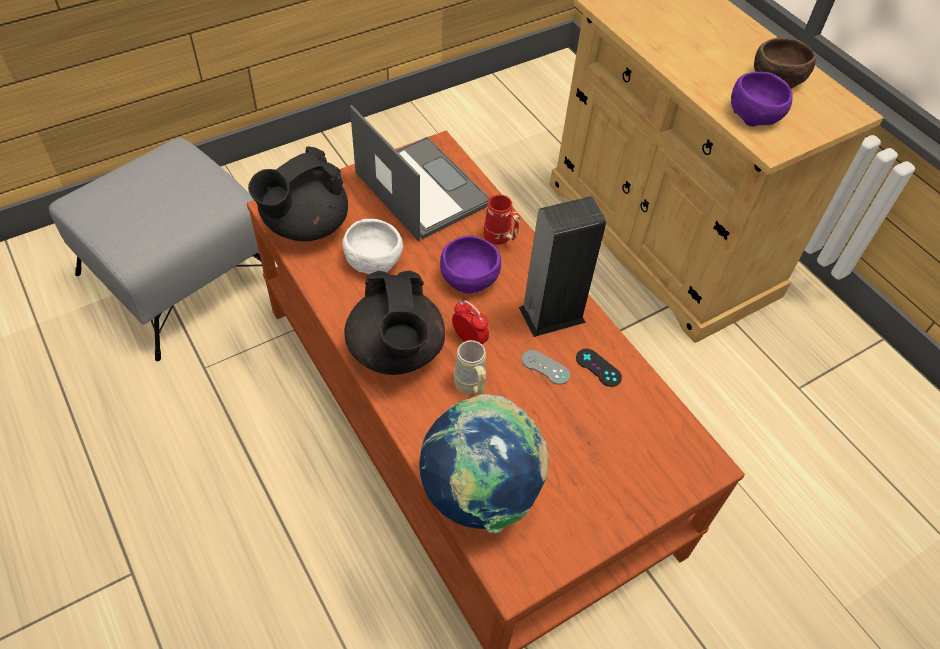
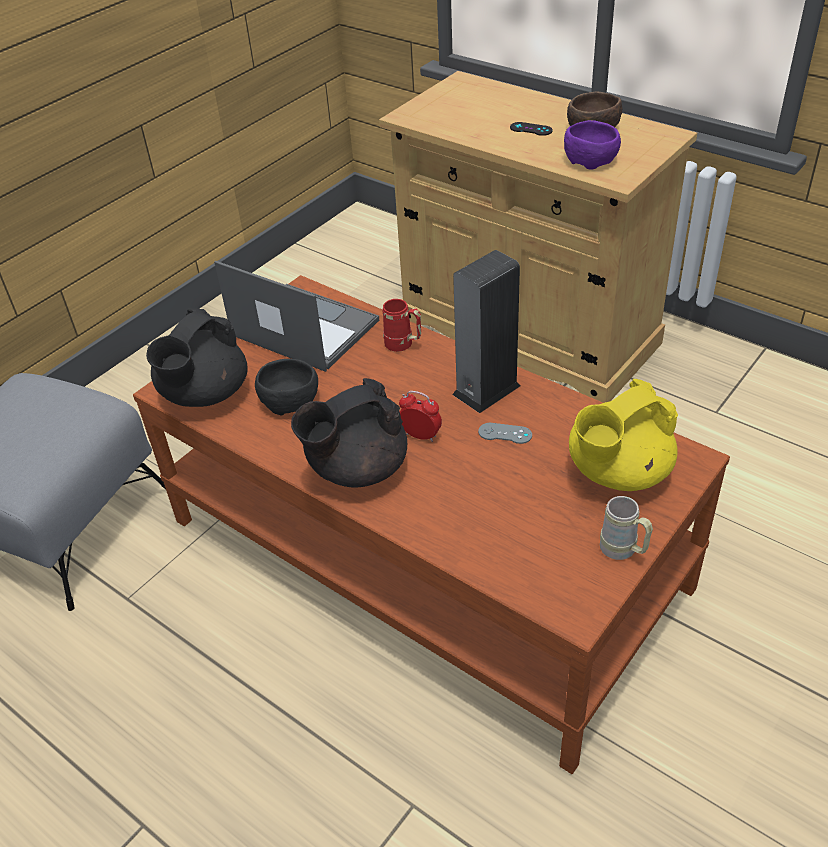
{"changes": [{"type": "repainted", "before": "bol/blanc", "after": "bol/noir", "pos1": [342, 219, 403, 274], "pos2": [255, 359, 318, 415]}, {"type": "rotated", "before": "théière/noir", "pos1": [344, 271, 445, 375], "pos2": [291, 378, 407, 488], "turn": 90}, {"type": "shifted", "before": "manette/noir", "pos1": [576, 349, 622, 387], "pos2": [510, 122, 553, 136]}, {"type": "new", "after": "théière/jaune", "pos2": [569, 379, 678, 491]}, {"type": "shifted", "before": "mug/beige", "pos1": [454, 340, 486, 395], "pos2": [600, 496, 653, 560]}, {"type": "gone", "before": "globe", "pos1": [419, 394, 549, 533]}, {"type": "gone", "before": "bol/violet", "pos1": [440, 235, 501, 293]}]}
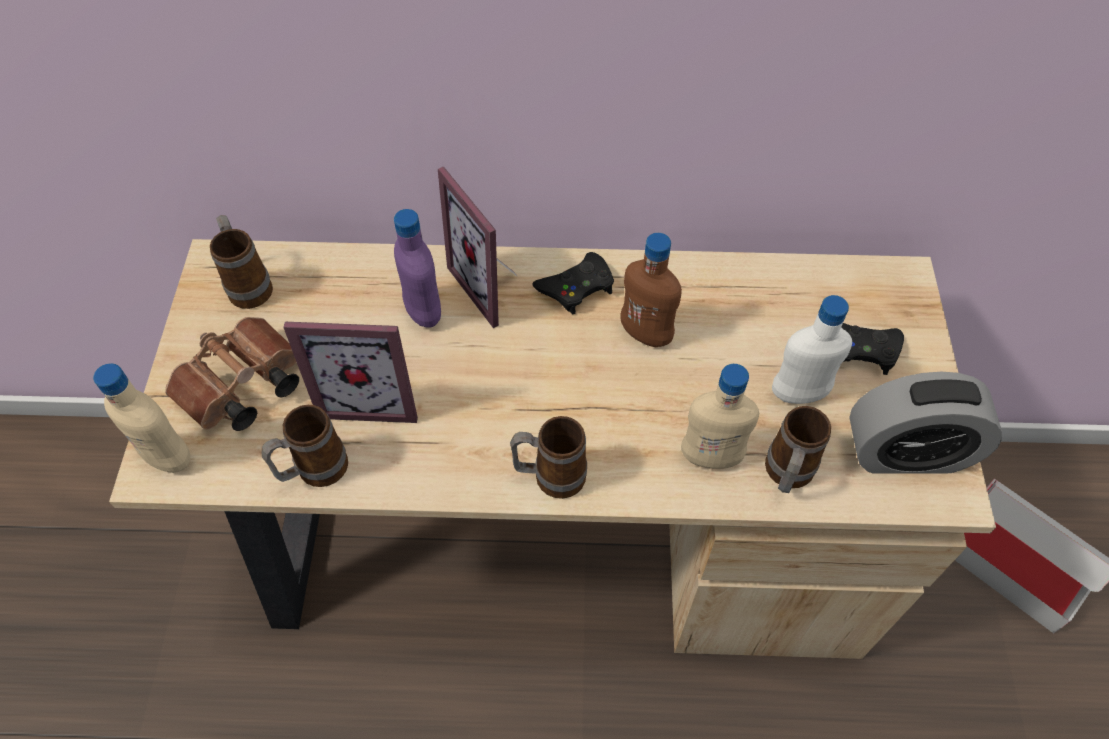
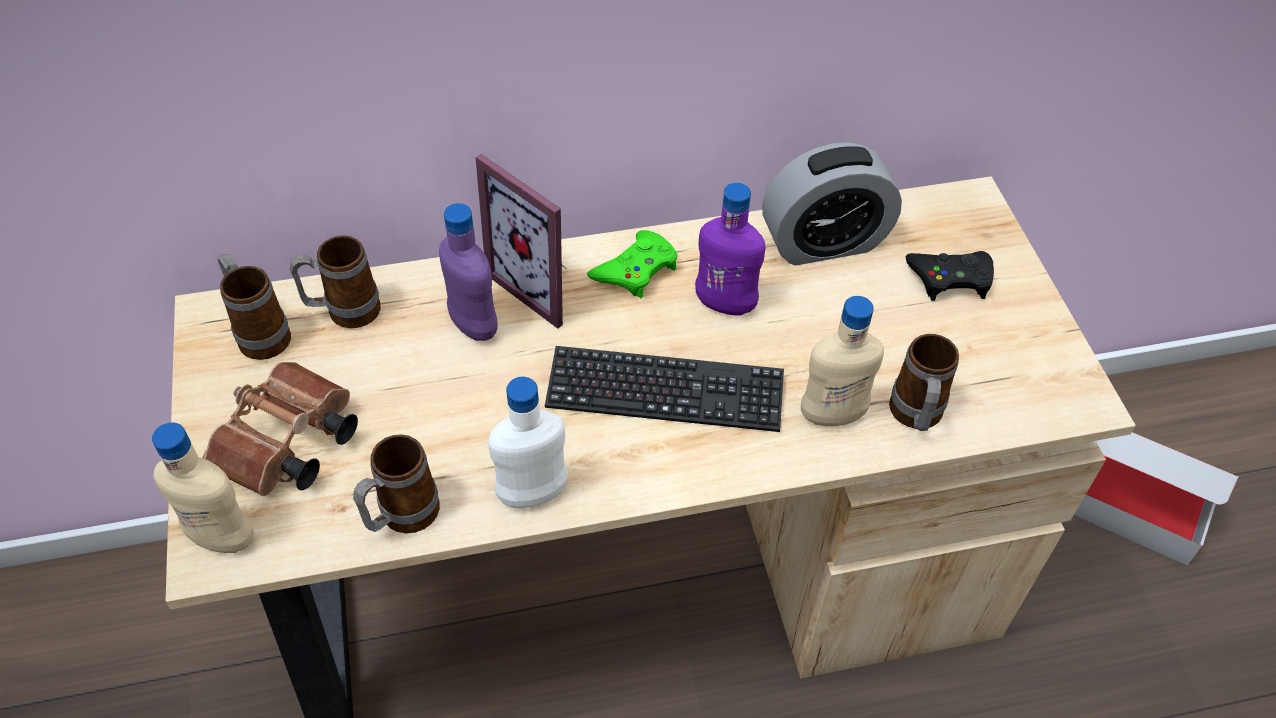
{"changes": [{"type": "shifted", "before": "mug", "pos1": [510, 416, 587, 499], "pos2": [290, 235, 381, 328]}, {"type": "shifted", "before": "bouteille/blanc", "pos1": [772, 295, 852, 404], "pos2": [488, 377, 568, 508]}, {"type": "new", "after": "clavier", "pos2": [545, 346, 784, 432]}, {"type": "repainted", "before": "manette/noir", "after": "manette/vert", "pos1": [533, 252, 614, 315], "pos2": [587, 230, 678, 298]}, {"type": "repainted", "before": "bouteille/marron", "after": "bouteille/violet", "pos1": [621, 233, 682, 347], "pos2": [695, 182, 765, 316]}, {"type": "shifted", "before": "réveil", "pos1": [849, 372, 1002, 474], "pos2": [762, 142, 902, 265]}, {"type": "gone", "before": "cadre photo", "pos1": [283, 322, 418, 423]}]}
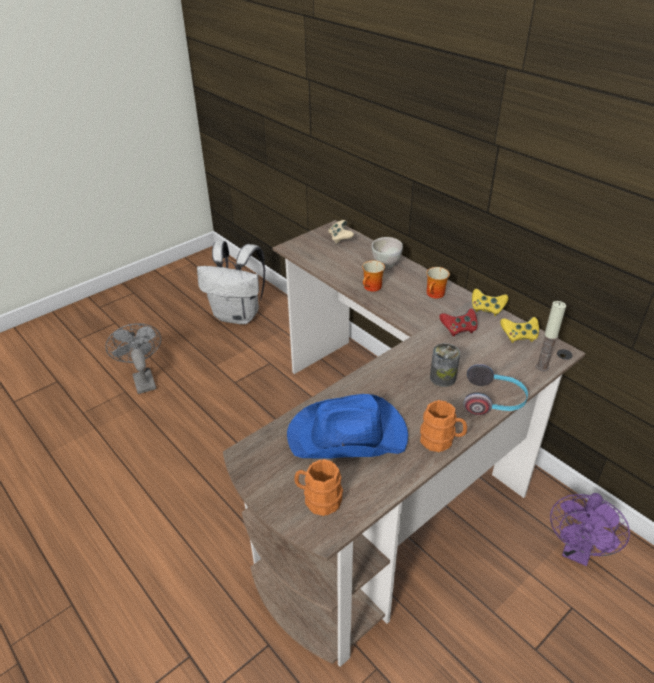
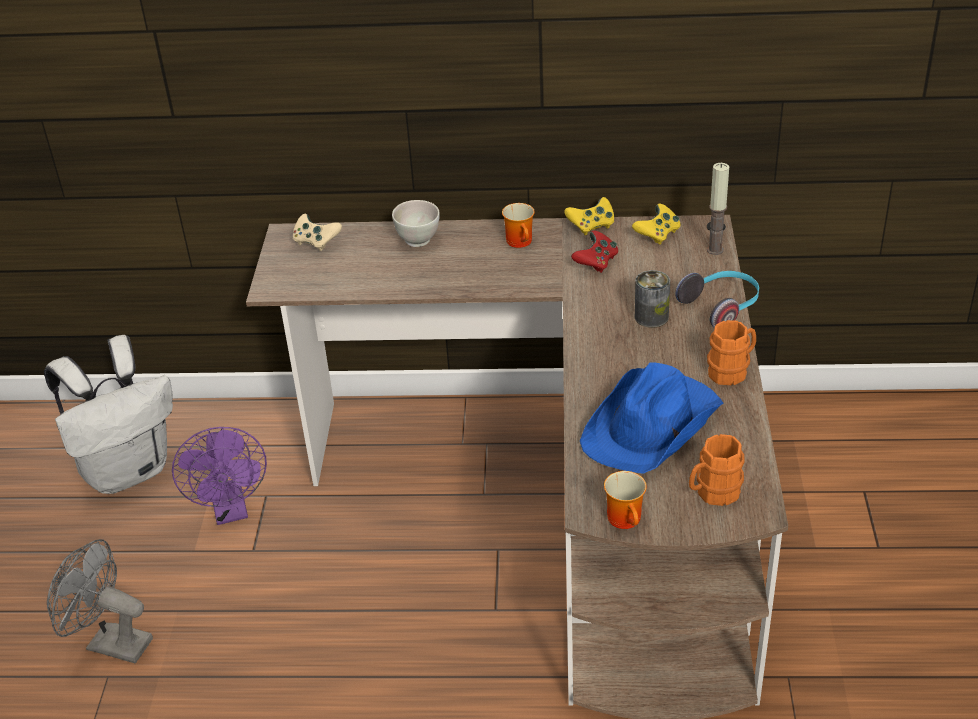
{"changes": [{"type": "shifted", "before": "ventilateur/violet", "pos1": [550, 493, 630, 566], "pos2": [172, 427, 267, 525]}, {"type": "shifted", "before": "mug", "pos1": [362, 260, 385, 292], "pos2": [604, 471, 647, 529]}]}
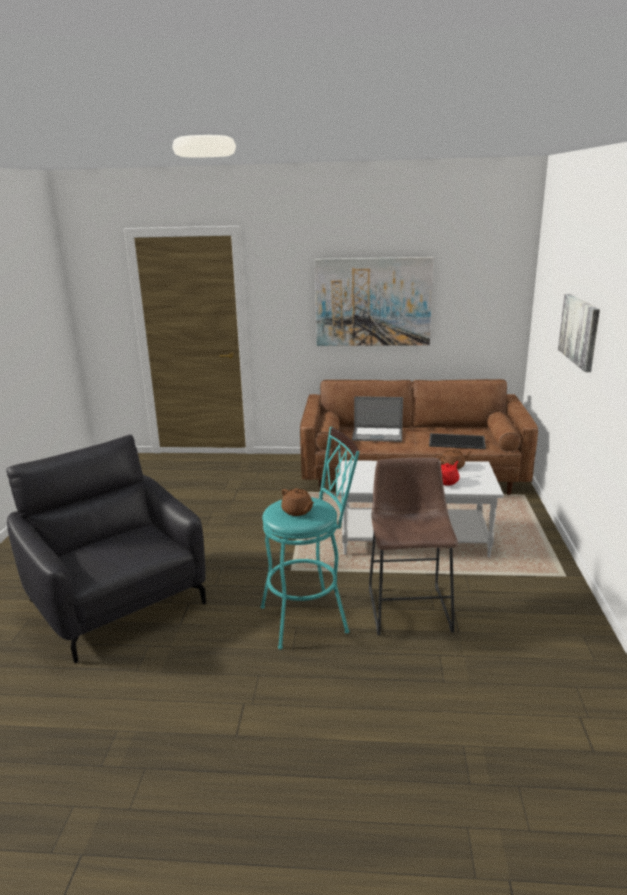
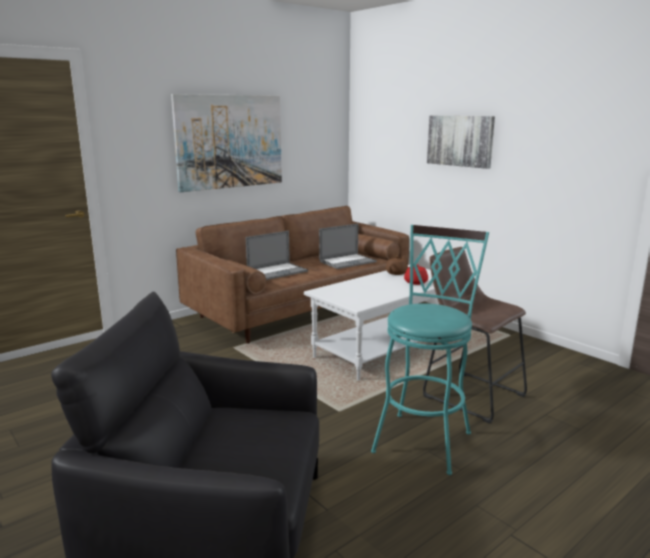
{"changes": [{"type": "swapped", "before": "plateau", "after": "ordinateur portable", "pos1": [429, 433, 486, 449], "pos2": [319, 224, 377, 269]}, {"type": "gone", "before": "théière/marron", "pos1": [281, 488, 314, 516]}]}
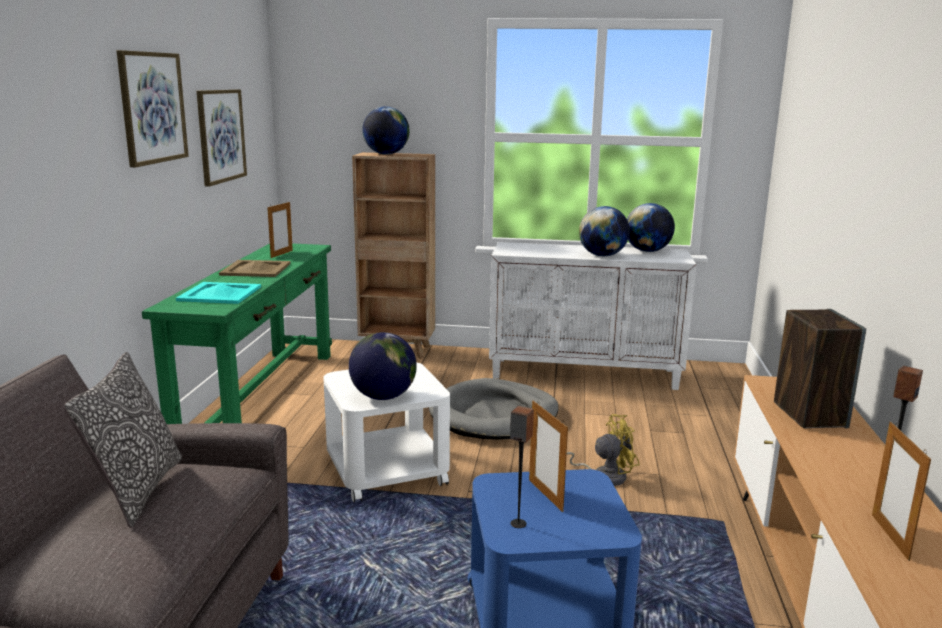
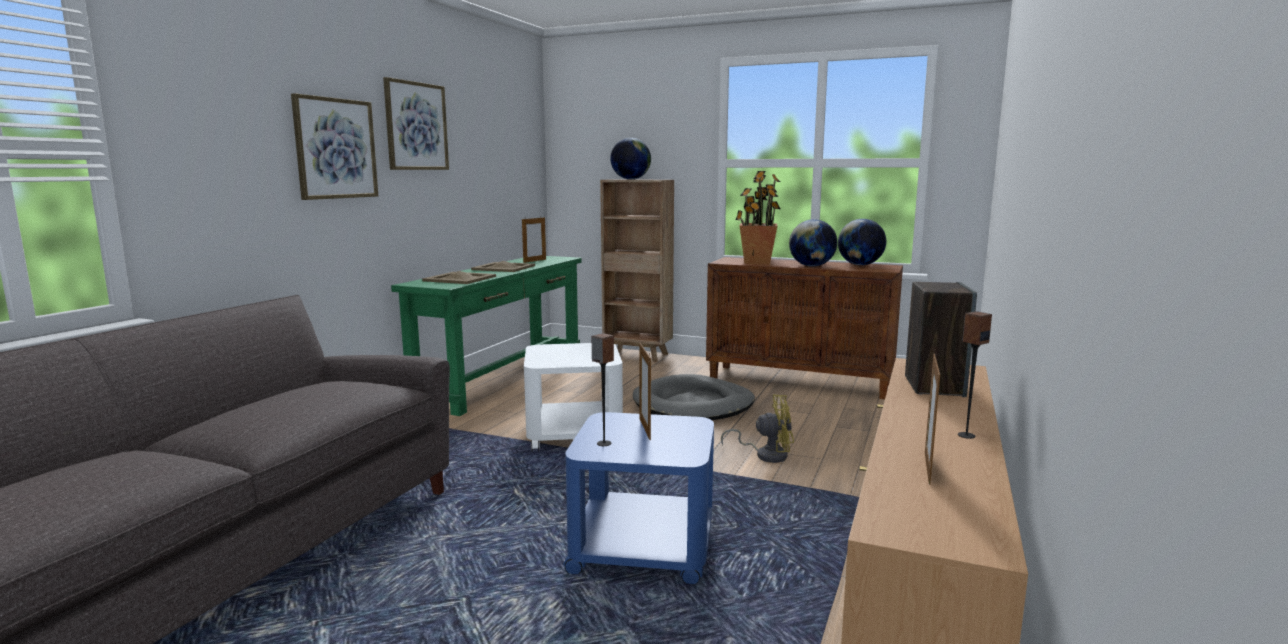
{"changes": [{"type": "shifted", "before": "tableau", "pos1": [196, 89, 247, 187], "pos2": [291, 93, 378, 200]}, {"type": "repainted", "before": "plateau/turquoise", "after": "plateau/beige", "pos1": [176, 282, 261, 304], "pos2": [422, 271, 496, 284]}, {"type": "repainted", "before": "meuble de rangement/blanc", "after": "meuble de rangement/marron", "pos1": [489, 242, 696, 390], "pos2": [706, 257, 903, 399]}, {"type": "new", "after": "plante en pot", "pos2": [736, 171, 780, 264]}, {"type": "gone", "before": "coussin", "pos1": [64, 352, 182, 528]}, {"type": "gone", "before": "globe", "pos1": [349, 332, 417, 400]}]}
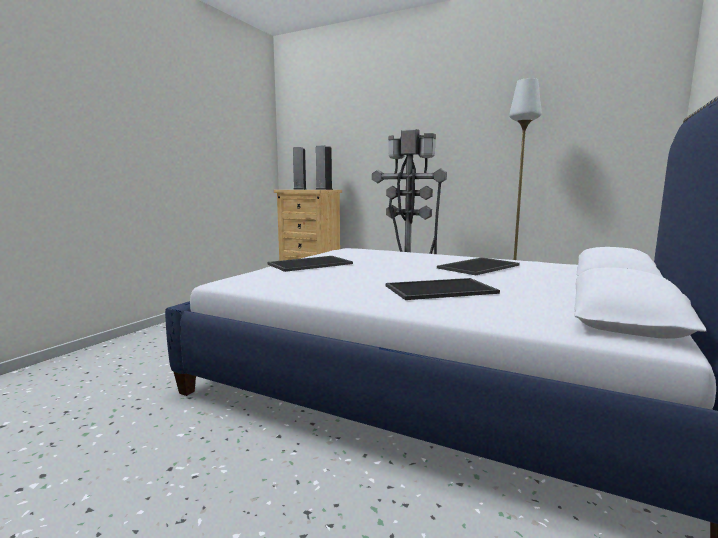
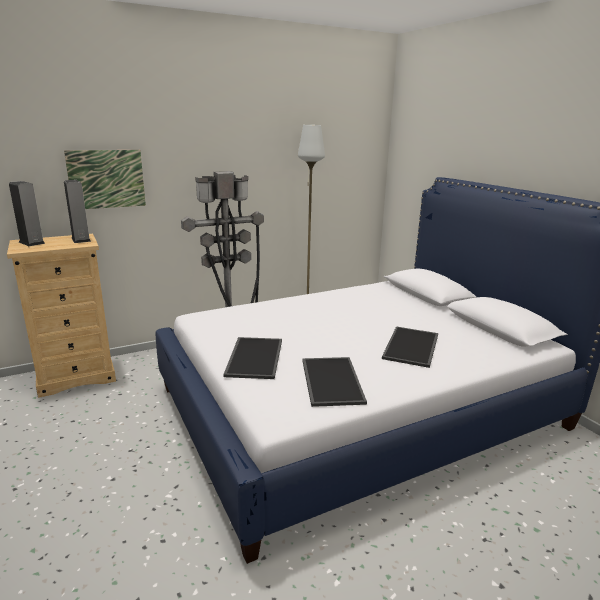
{"changes": [{"type": "new", "after": "tableau", "pos2": [64, 150, 146, 209]}, {"type": "shifted", "before": "plateau", "pos1": [437, 257, 520, 275], "pos2": [302, 357, 367, 407]}]}
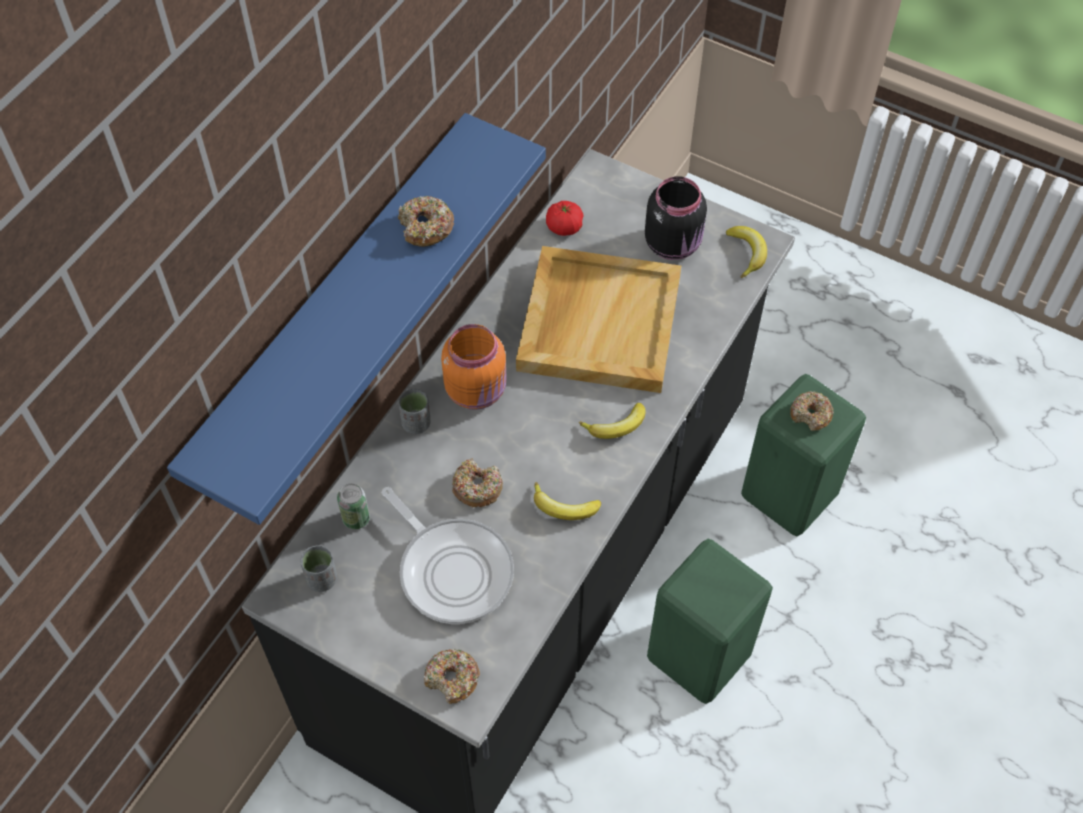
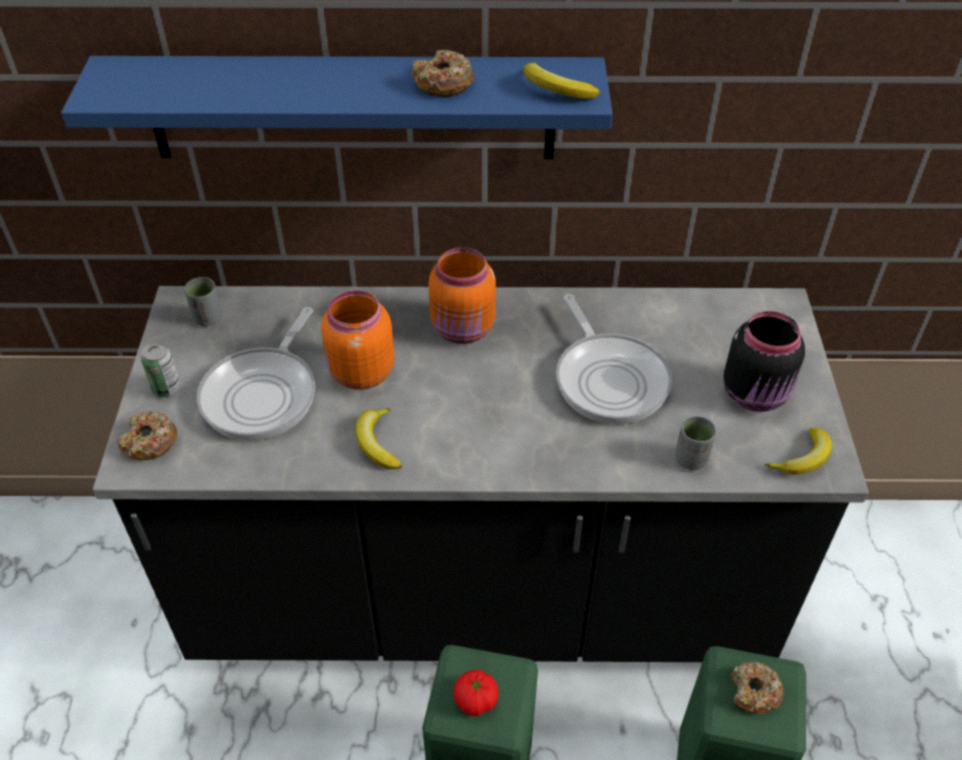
{"changes": [{"type": "shifted", "before": "boîte métallique", "pos1": [337, 483, 370, 529], "pos2": [141, 343, 181, 397]}, {"type": "swapped", "before": "beignet", "after": "bocal/orange", "pos1": [451, 458, 503, 508], "pos2": [321, 290, 395, 390]}, {"type": "shifted", "before": "tomate", "pos1": [546, 201, 583, 236], "pos2": [454, 670, 498, 716]}, {"type": "shifted", "before": "banane", "pos1": [579, 403, 646, 439], "pos2": [523, 62, 600, 99]}, {"type": "swapped", "before": "plateau/beige", "after": "poêle", "pos1": [516, 246, 681, 393], "pos2": [556, 294, 672, 424]}, {"type": "shifted", "before": "tasse/gris", "pos1": [399, 389, 430, 434], "pos2": [675, 416, 716, 470]}]}
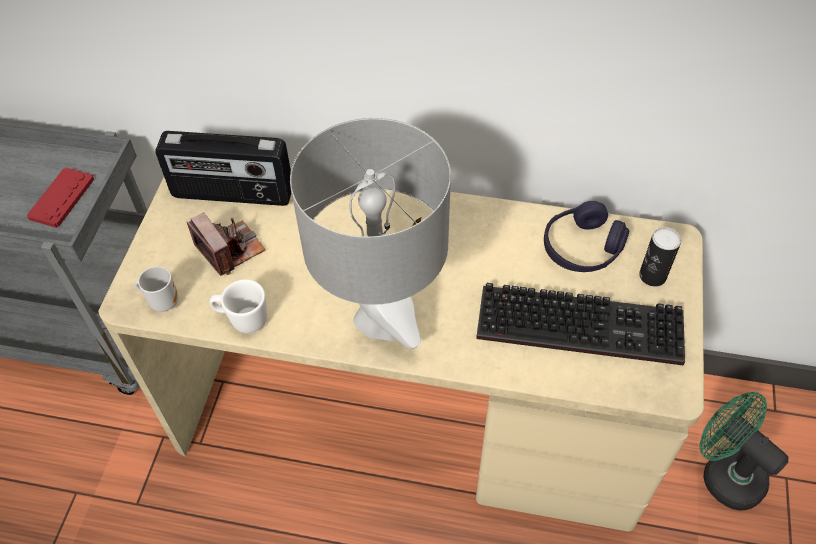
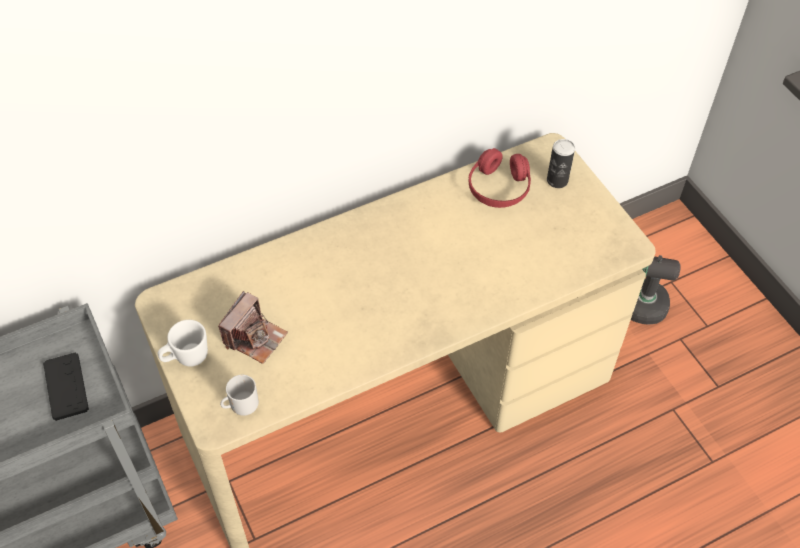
{"changes": [{"type": "repainted", "before": "manette/rouge", "after": "manette/noir", "pos1": [27, 168, 94, 228], "pos2": [43, 352, 89, 421]}, {"type": "shifted", "before": "mug/blanc", "pos1": [209, 279, 267, 333], "pos2": [158, 320, 208, 367]}, {"type": "rotated", "before": "appareil photo", "pos1": [187, 212, 266, 276], "pos2": [218, 291, 288, 364], "turn": 105}, {"type": "repainted", "before": "casque audio/violet", "after": "casque audio/rouge", "pos1": [544, 201, 629, 272], "pos2": [469, 148, 531, 208]}, {"type": "gone", "before": "radio", "pos1": [156, 131, 291, 206]}, {"type": "gone", "before": "lampe de table/gris", "pos1": [290, 118, 451, 349]}, {"type": "gone", "before": "clavier", "pos1": [476, 283, 685, 366]}]}
